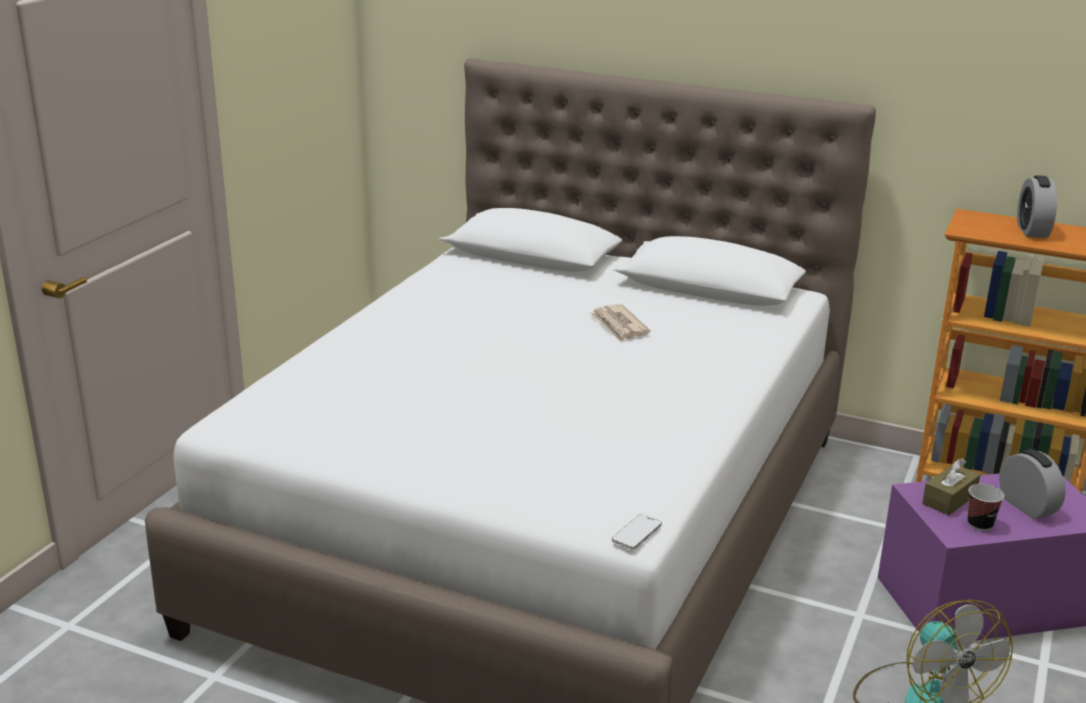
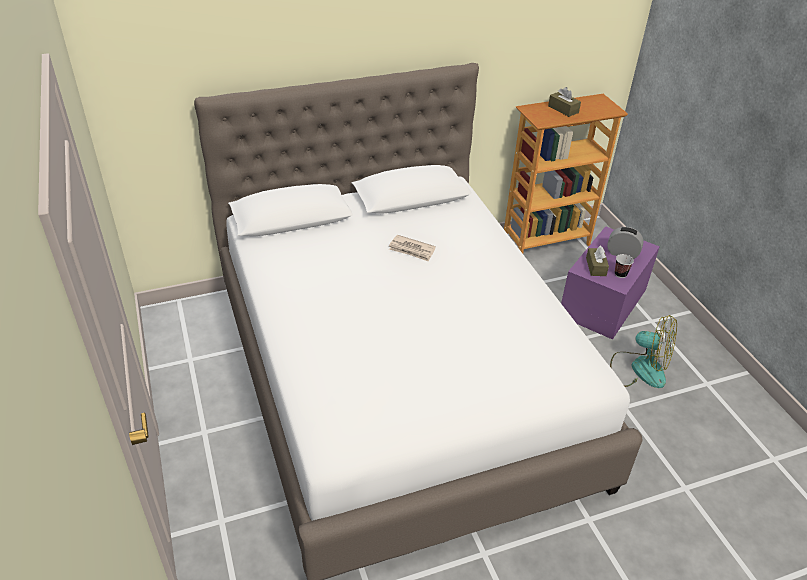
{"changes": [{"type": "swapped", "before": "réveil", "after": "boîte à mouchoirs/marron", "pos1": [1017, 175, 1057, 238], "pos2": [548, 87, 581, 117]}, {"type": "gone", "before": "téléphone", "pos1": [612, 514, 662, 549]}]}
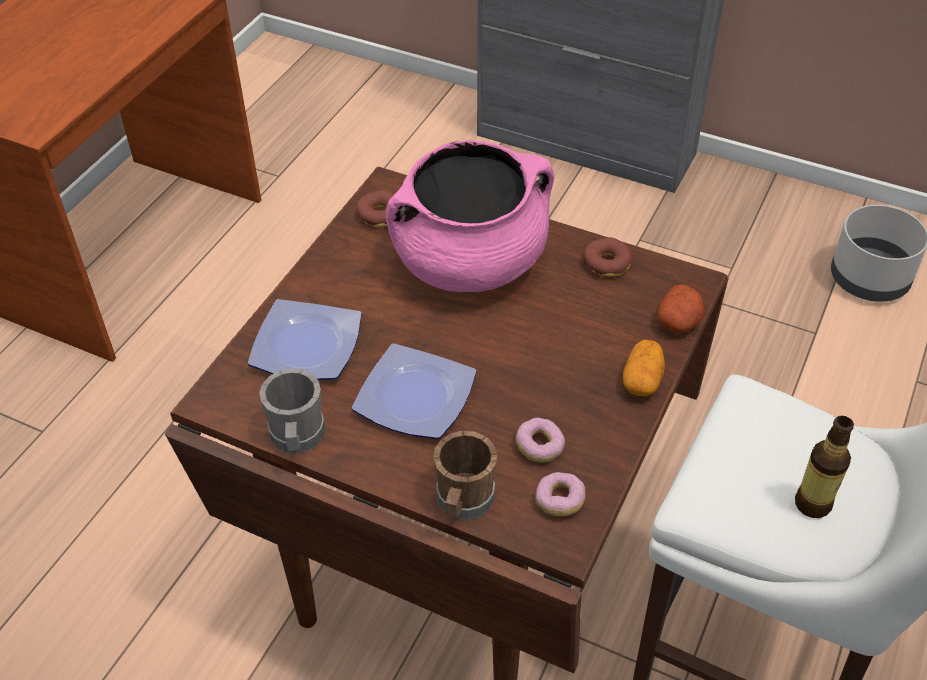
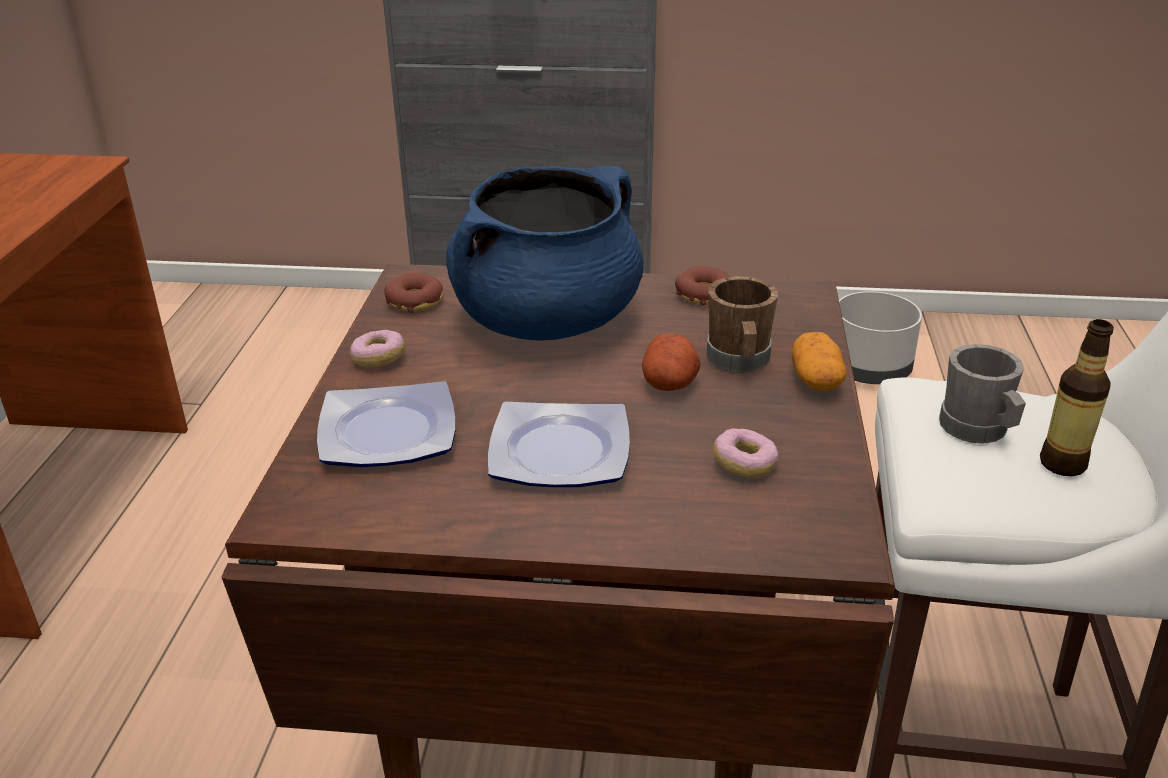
{"changes": [{"type": "shifted", "before": "beignet", "pos1": [536, 472, 586, 517], "pos2": [350, 330, 405, 367]}, {"type": "repainted", "before": "marmite/rose", "after": "marmite/bleu", "pos1": [386, 140, 554, 292], "pos2": [446, 166, 644, 341]}, {"type": "shifted", "before": "pomme de terre", "pos1": [657, 285, 704, 333], "pos2": [642, 334, 700, 391]}, {"type": "shifted", "before": "mug/marron", "pos1": [433, 431, 497, 520], "pos2": [706, 276, 778, 373]}, {"type": "shifted", "before": "mug/gris", "pos1": [259, 368, 325, 454], "pos2": [939, 344, 1026, 444]}]}
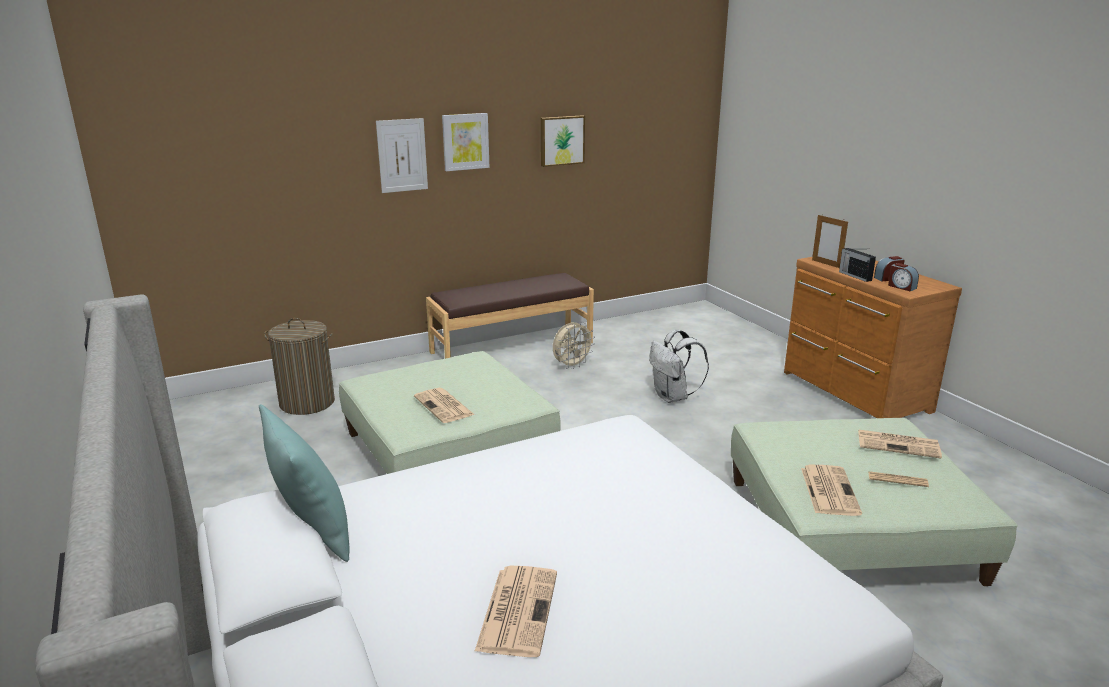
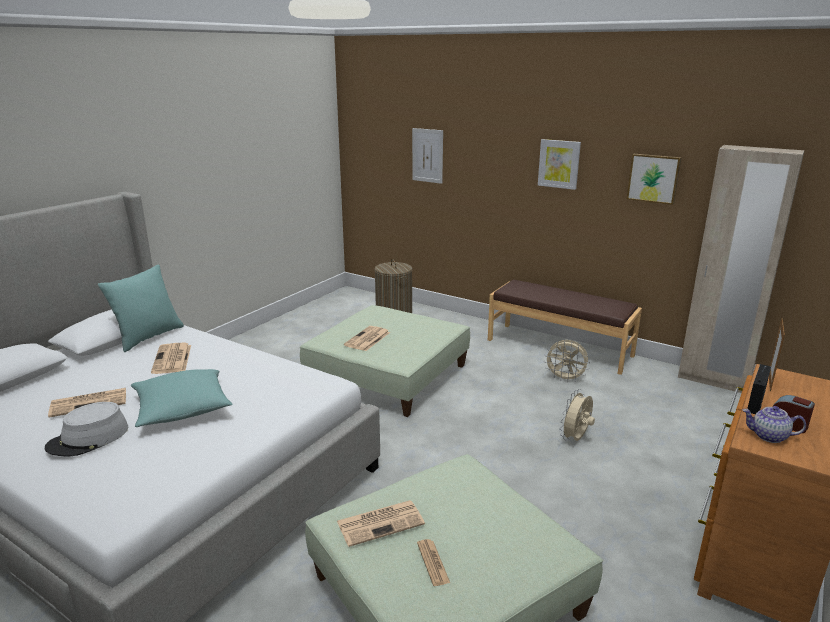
{"changes": [{"type": "new", "after": "chapeau/gris", "pos2": [45, 402, 128, 456]}, {"type": "new", "after": "coussin/turquoise", "pos2": [131, 369, 233, 427]}, {"type": "shifted", "before": "journal", "pos1": [858, 430, 942, 458], "pos2": [151, 343, 191, 374]}, {"type": "shifted", "before": "tableau", "pos1": [376, 118, 428, 193], "pos2": [412, 128, 443, 184]}, {"type": "swapped", "before": "sac à dos/blanc", "after": "ventilateur/beige", "pos1": [649, 330, 709, 403], "pos2": [560, 389, 595, 441]}, {"type": "new", "after": "armoire/beige", "pos2": [678, 145, 805, 393]}, {"type": "swapped", "before": "réveil", "after": "théière", "pos1": [888, 263, 919, 291], "pos2": [742, 406, 806, 443]}]}
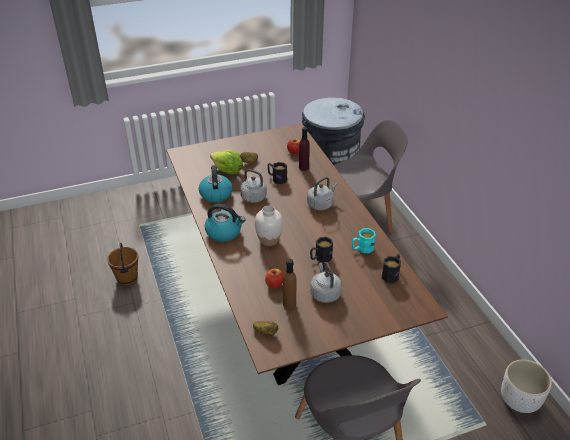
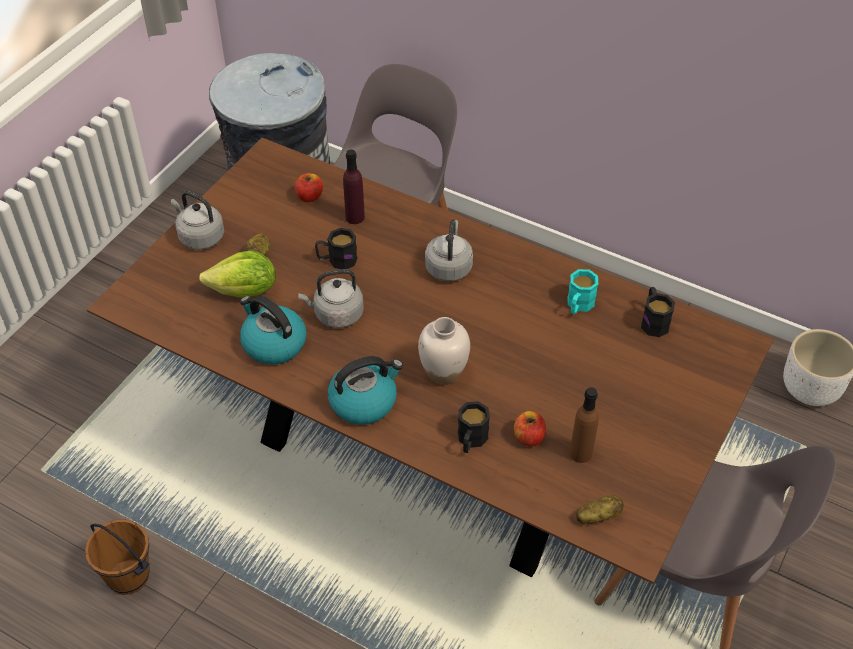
{"changes": [{"type": "shifted", "before": "bouilloire/gris", "pos1": [310, 262, 342, 303], "pos2": [171, 191, 224, 250]}, {"type": "shifted", "before": "mug/noir", "pos1": [310, 237, 333, 263], "pos2": [458, 401, 490, 453]}]}
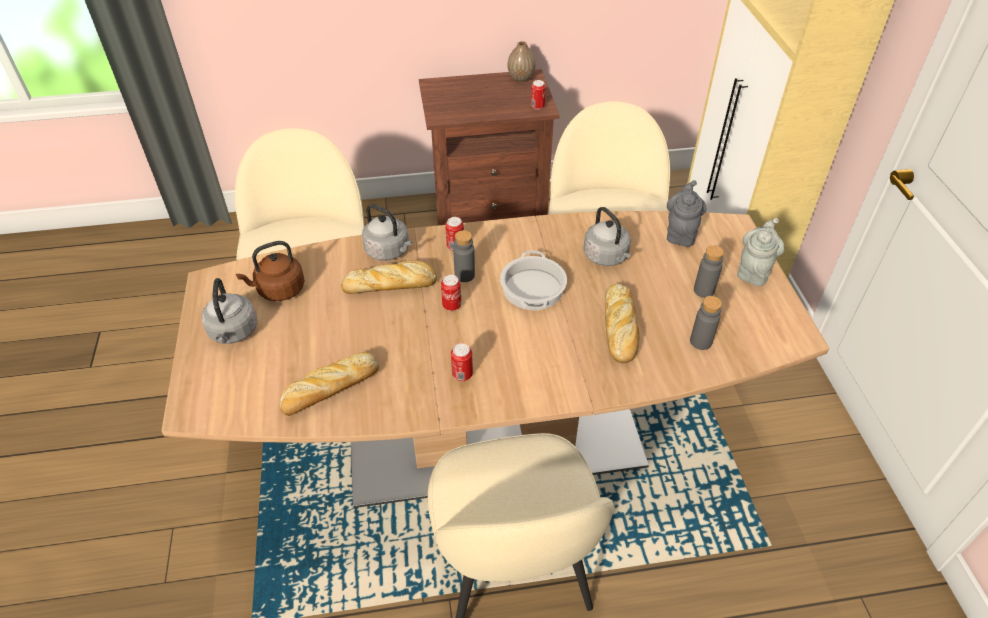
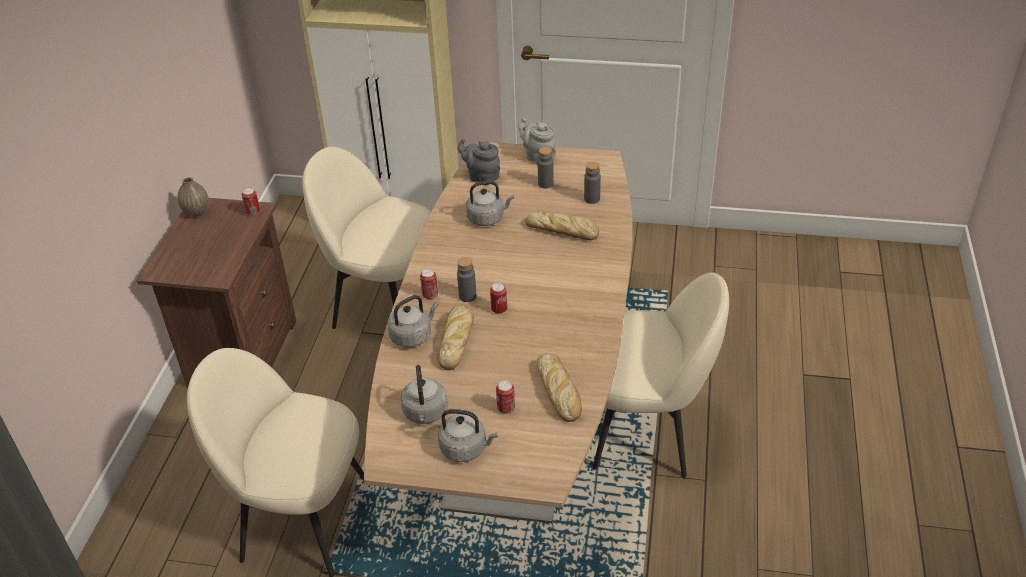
{"changes": [{"type": "repainted", "before": "bouilloire/marron", "after": "bouilloire/gris", "pos1": [236, 241, 305, 301], "pos2": [401, 365, 448, 424]}, {"type": "shifted", "before": "boîte métallique", "pos1": [451, 343, 473, 381], "pos2": [496, 380, 515, 414]}, {"type": "gone", "before": "marmite", "pos1": [500, 250, 567, 310]}]}
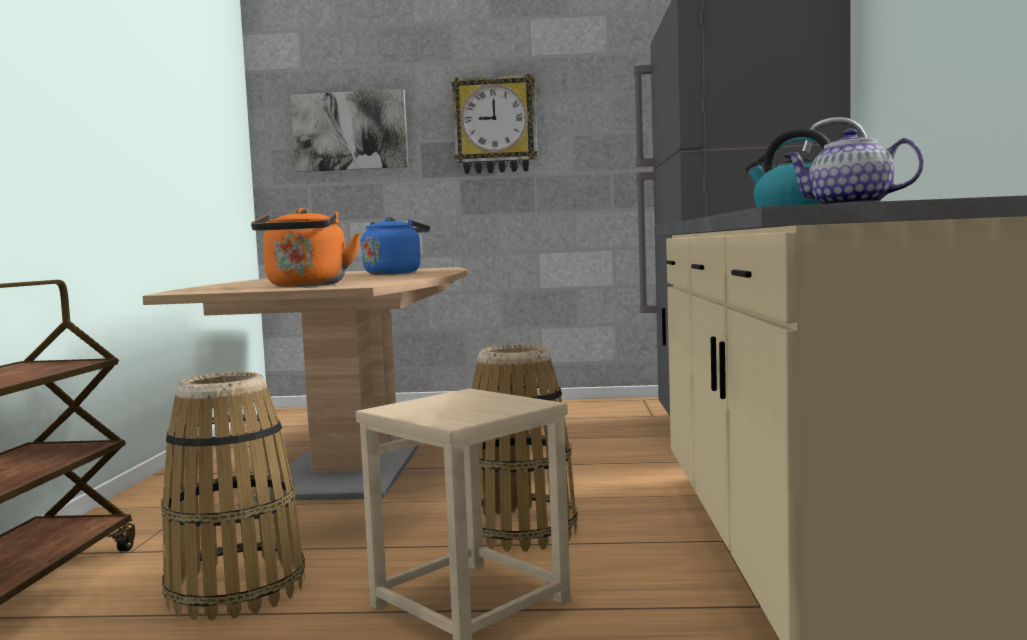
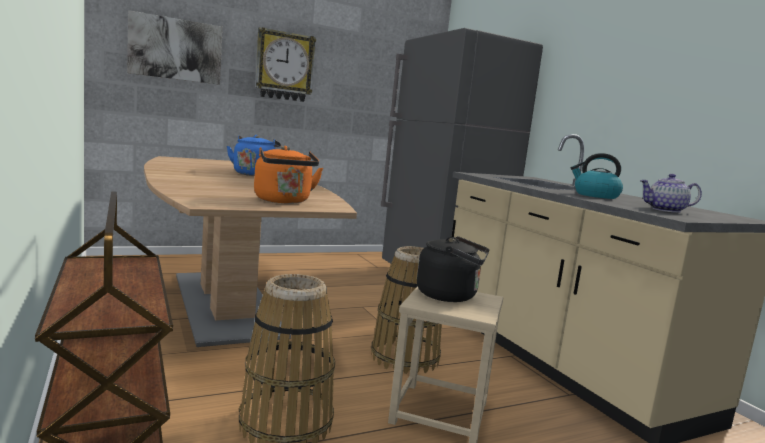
{"changes": [{"type": "new", "after": "bouilloire/noir", "pos2": [417, 236, 489, 302]}]}
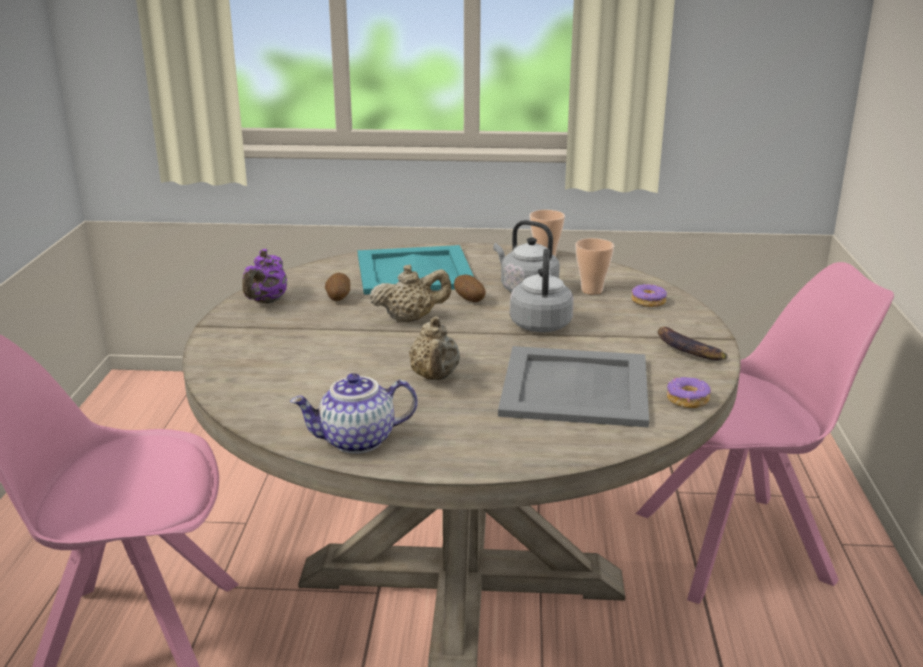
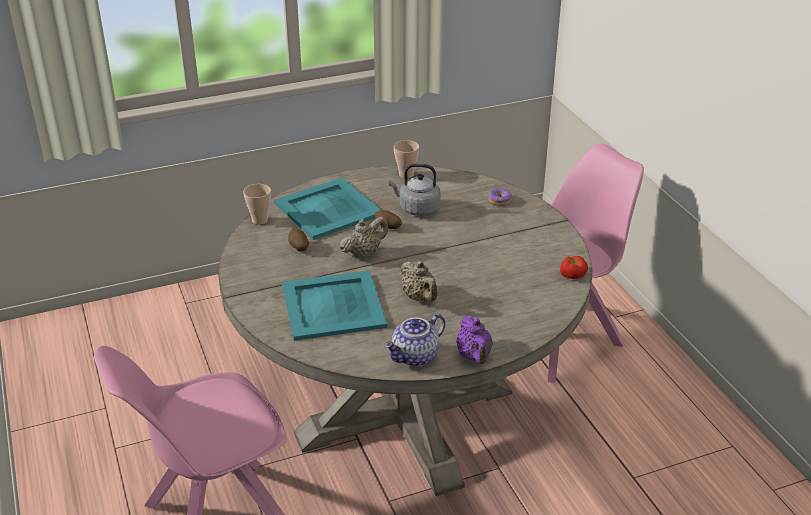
{"changes": [{"type": "shifted", "before": "tasse", "pos1": [575, 238, 614, 294], "pos2": [243, 184, 271, 225]}, {"type": "new", "after": "plateau/turquoise", "pos2": [282, 270, 387, 341]}, {"type": "shifted", "before": "théière/violet", "pos1": [242, 249, 287, 304], "pos2": [456, 316, 493, 364]}, {"type": "swapped", "before": "beignet", "after": "tomate", "pos1": [667, 377, 711, 408], "pos2": [560, 256, 588, 279]}, {"type": "gone", "before": "plateau/gris", "pos1": [498, 346, 649, 428]}, {"type": "gone", "before": "bouilloire/gris", "pos1": [510, 249, 574, 332]}, {"type": "gone", "before": "banane", "pos1": [658, 327, 728, 361]}]}
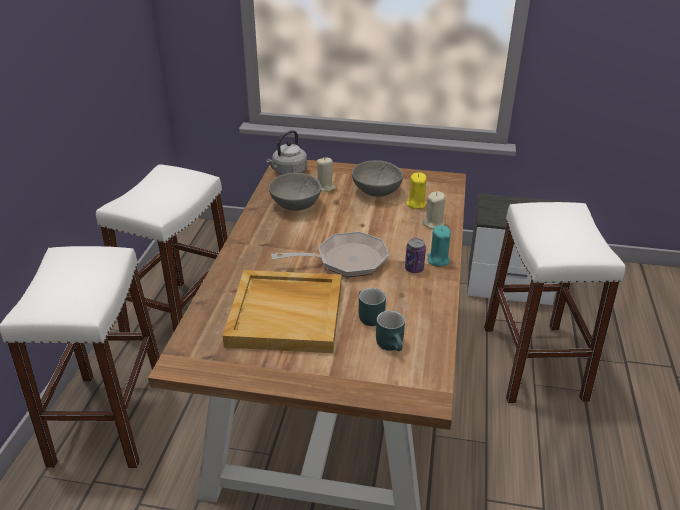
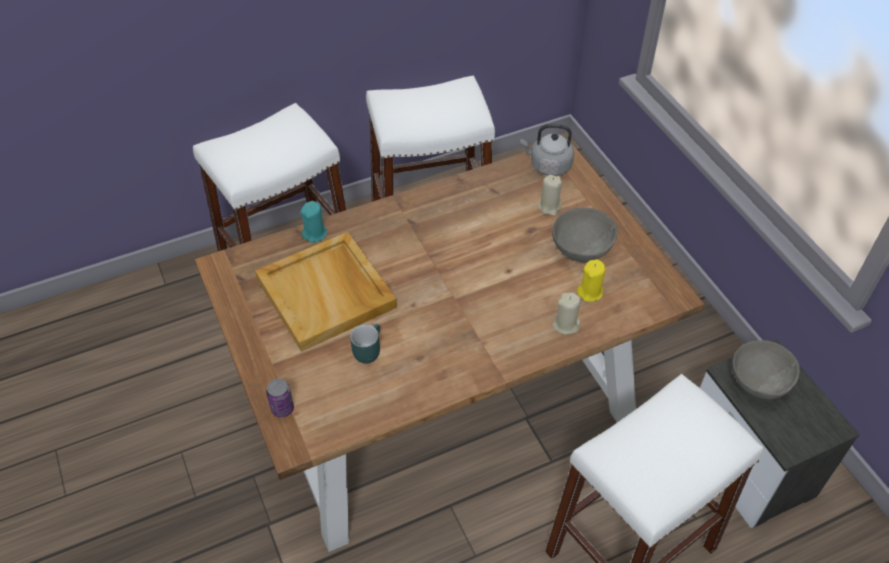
{"changes": [{"type": "shifted", "before": "boîte métallique", "pos1": [405, 238, 426, 273], "pos2": [266, 379, 294, 417]}, {"type": "shifted", "before": "bougie/turquoise", "pos1": [427, 225, 451, 267], "pos2": [301, 201, 327, 243]}, {"type": "shifted", "before": "bol/gris", "pos1": [269, 173, 322, 211], "pos2": [732, 340, 800, 399]}, {"type": "gone", "before": "poêle", "pos1": [271, 232, 389, 277]}, {"type": "gone", "before": "mug/turquoise", "pos1": [376, 310, 405, 351]}]}
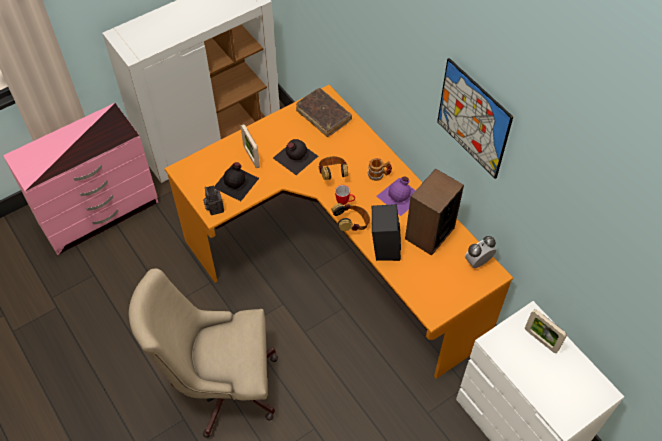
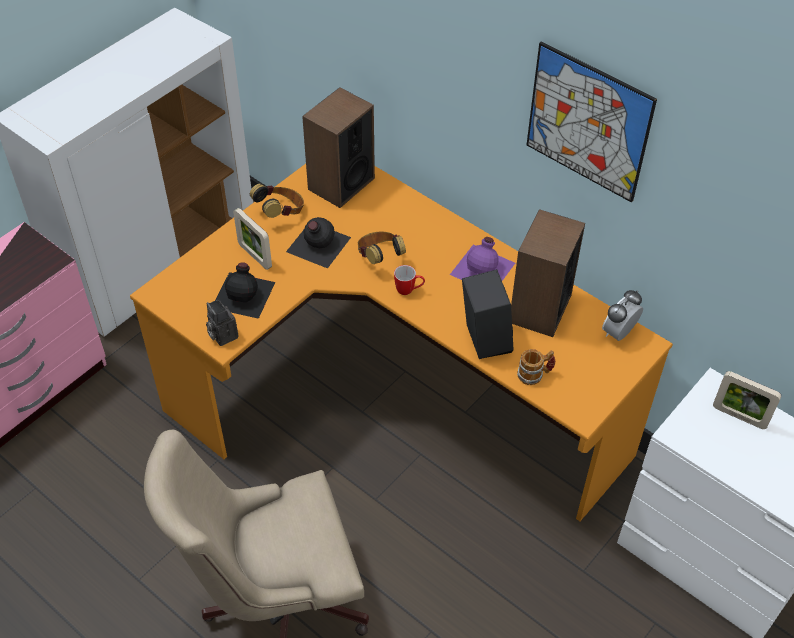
{"changes": [{"type": "shifted", "before": "casque audio", "pos1": [331, 203, 370, 231], "pos2": [250, 184, 304, 218]}, {"type": "swapped", "before": "livre/marron", "after": "enceinte", "pos1": [296, 88, 352, 137], "pos2": [302, 87, 375, 208]}, {"type": "shifted", "before": "mug", "pos1": [367, 158, 392, 181], "pos2": [517, 349, 555, 385]}]}
